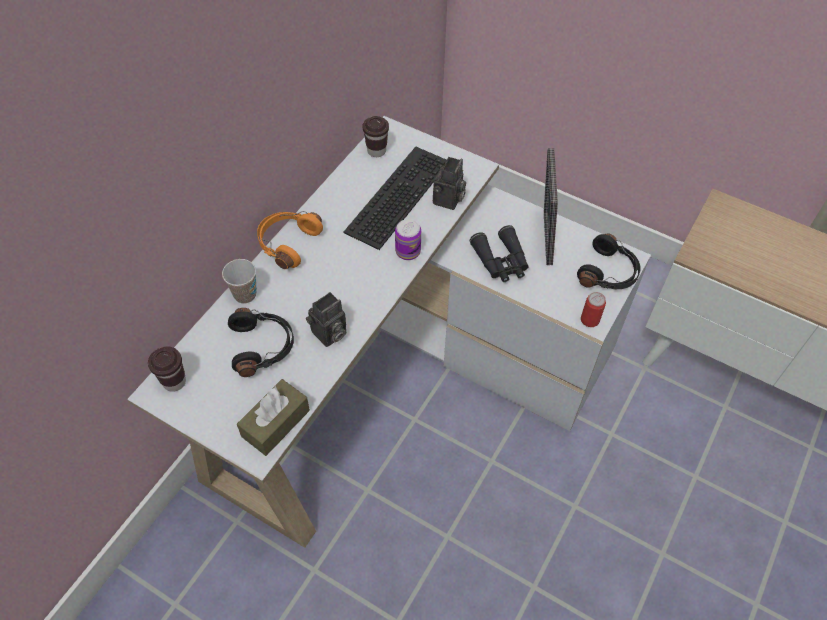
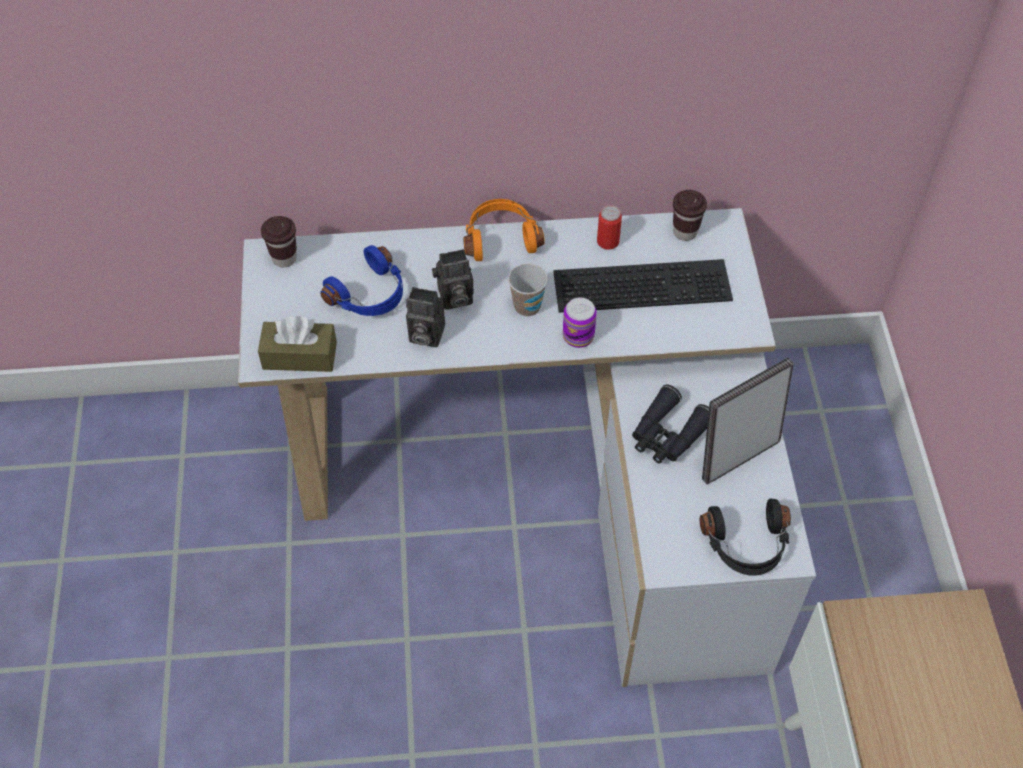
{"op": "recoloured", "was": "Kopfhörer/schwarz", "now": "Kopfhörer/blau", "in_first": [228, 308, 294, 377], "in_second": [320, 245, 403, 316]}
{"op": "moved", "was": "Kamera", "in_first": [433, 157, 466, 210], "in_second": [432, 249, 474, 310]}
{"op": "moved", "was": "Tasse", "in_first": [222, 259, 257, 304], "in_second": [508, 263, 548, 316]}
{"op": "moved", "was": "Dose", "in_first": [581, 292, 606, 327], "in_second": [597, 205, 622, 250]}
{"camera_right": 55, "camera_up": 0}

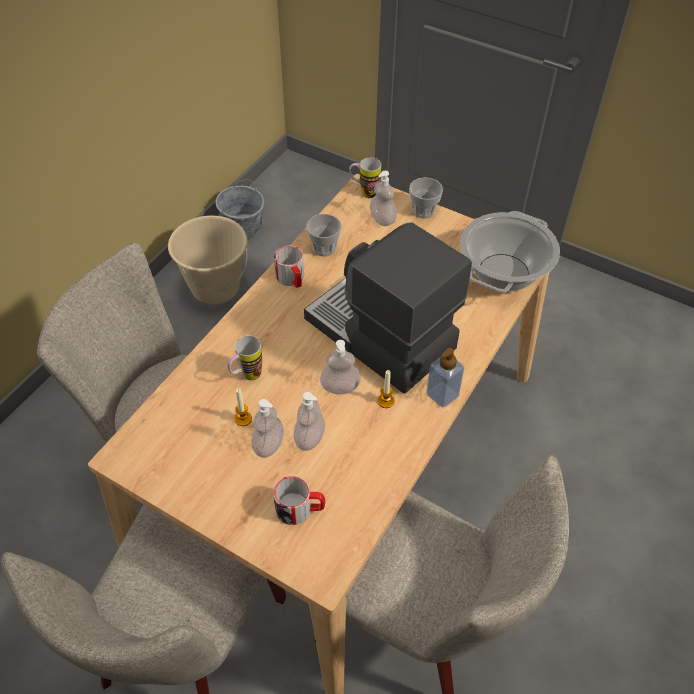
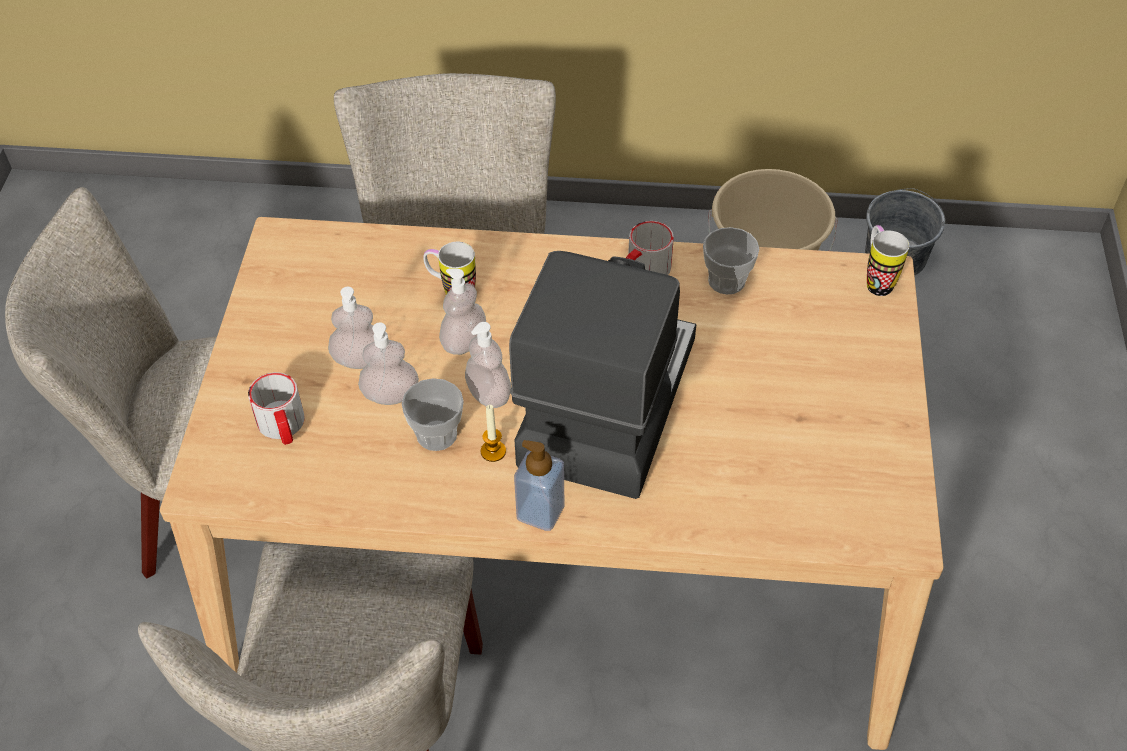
{"op": "moved", "was": "Tasse", "in_first": [409, 177, 443, 219], "in_second": [402, 378, 464, 451]}
{"op": "moved", "was": "Seifenspender", "in_first": [370, 171, 397, 226], "in_second": [439, 268, 486, 355]}
{"op": "removed", "was": "Kerze", "in_first": [235, 388, 252, 426]}
{"op": "removed", "was": "Kochtopf", "in_first": [460, 211, 560, 293]}
{"camera_right": 65, "camera_up": 0}

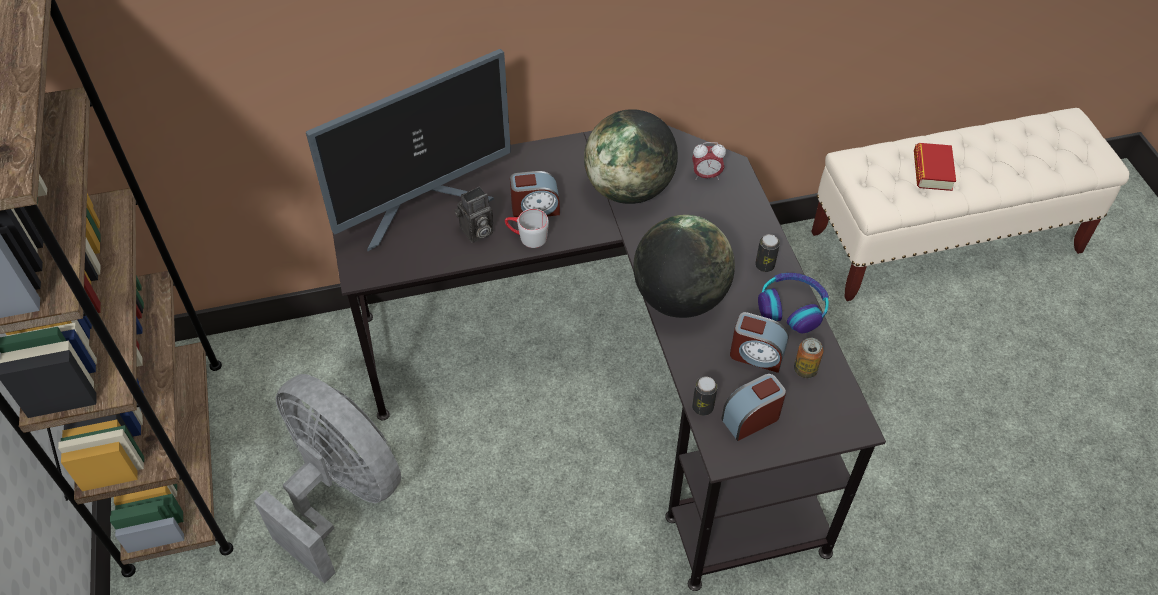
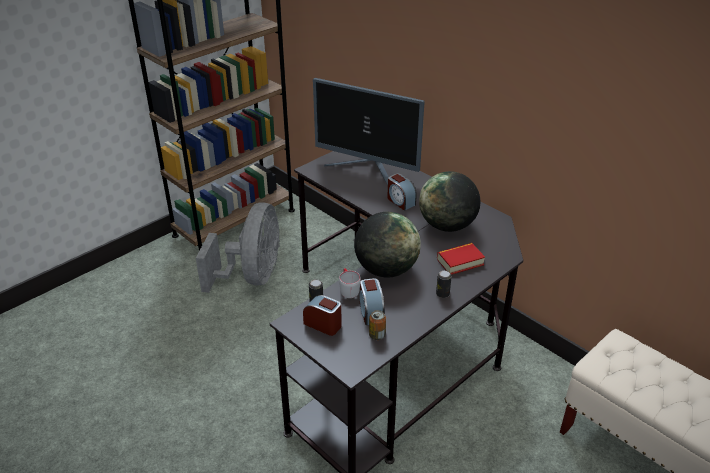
{"op": "moved", "was": "Henkelbecher/grau", "in_first": [505, 209, 549, 248], "in_second": [339, 268, 361, 298]}
{"op": "moved", "was": "Buch", "in_first": [914, 143, 956, 191], "in_second": [437, 243, 485, 275]}
{"op": "removed", "was": "Kamera", "in_first": [454, 187, 493, 243]}
{"op": "removed", "was": "Wecker", "in_first": [692, 142, 726, 180]}
{"op": "removed", "was": "Kopfhörer", "in_first": [758, 273, 829, 333]}
{"camera_right": 60, "camera_up": -15}

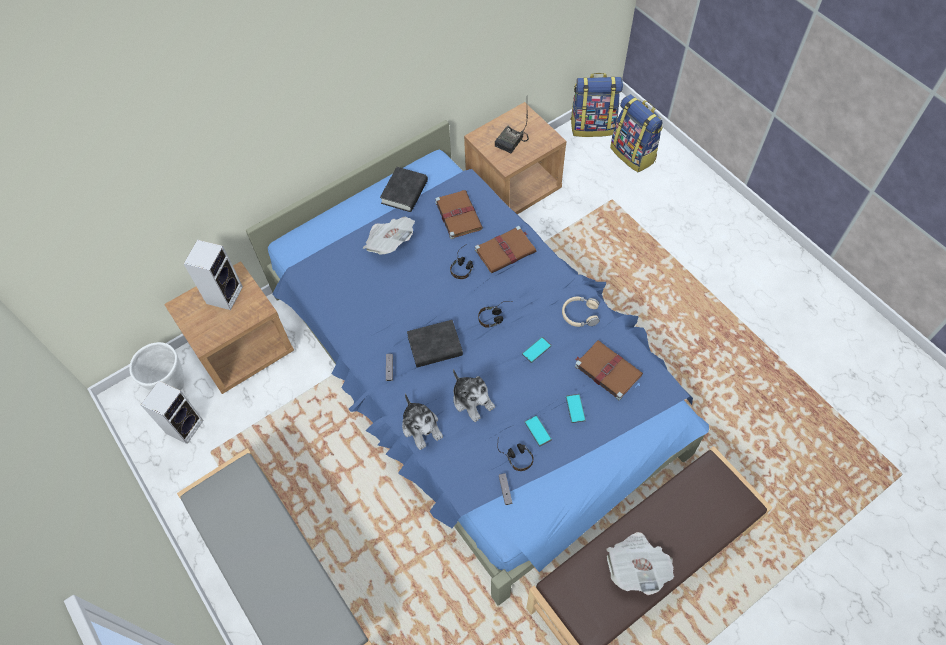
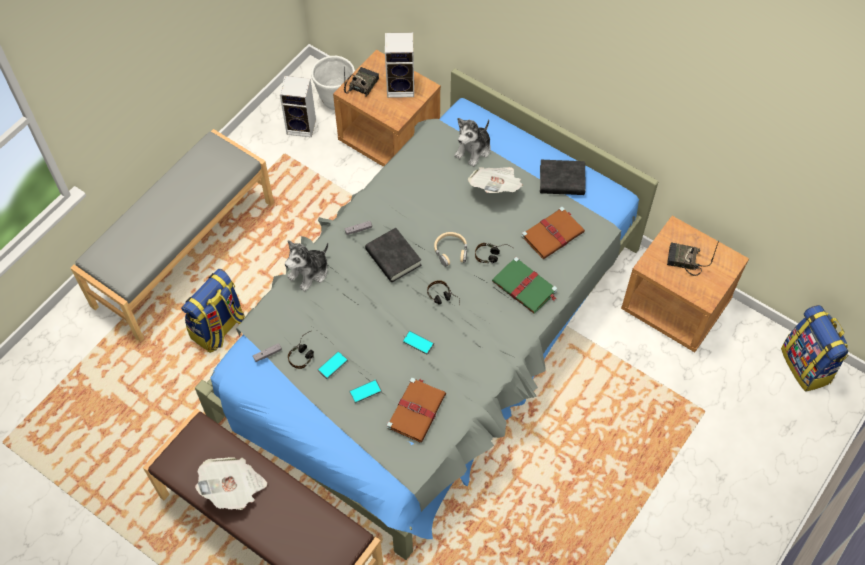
{"op": "moved", "was": "Rucksack", "in_first": [610, 94, 663, 172], "in_second": [181, 269, 245, 353]}
{"op": "recoloured", "was": "Bett/blau", "now": "Bett/grau", "in_first": [246, 120, 709, 605], "in_second": [195, 68, 658, 560]}
{"op": "added", "now": "Radio", "in_second": [344, 67, 379, 97]}
{"op": "moved", "was": "Kopfhörer/beige", "in_first": [562, 297, 600, 327], "in_second": [434, 232, 467, 267]}
{"op": "moved", "was": "Plüschtier", "in_first": [453, 369, 495, 422], "in_second": [454, 118, 491, 167]}
{"op": "recoloured", "was": "Buch/braun", "now": "Buch/grün", "in_first": [475, 226, 536, 273], "in_second": [492, 257, 557, 314]}
{"camera_right": 70, "camera_up": 0}

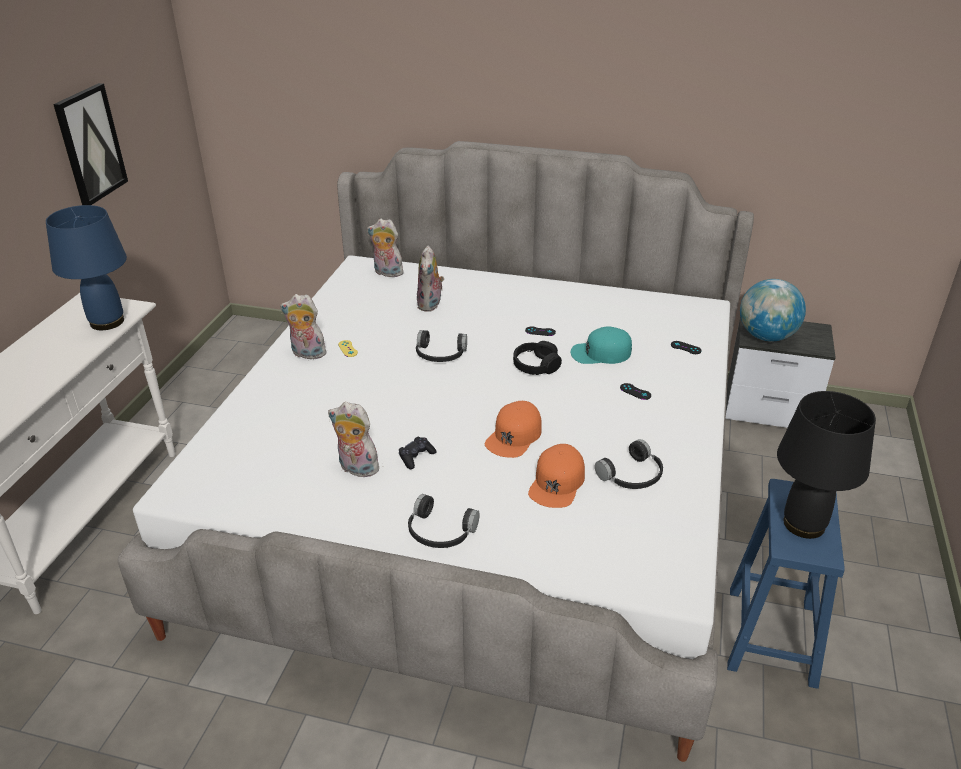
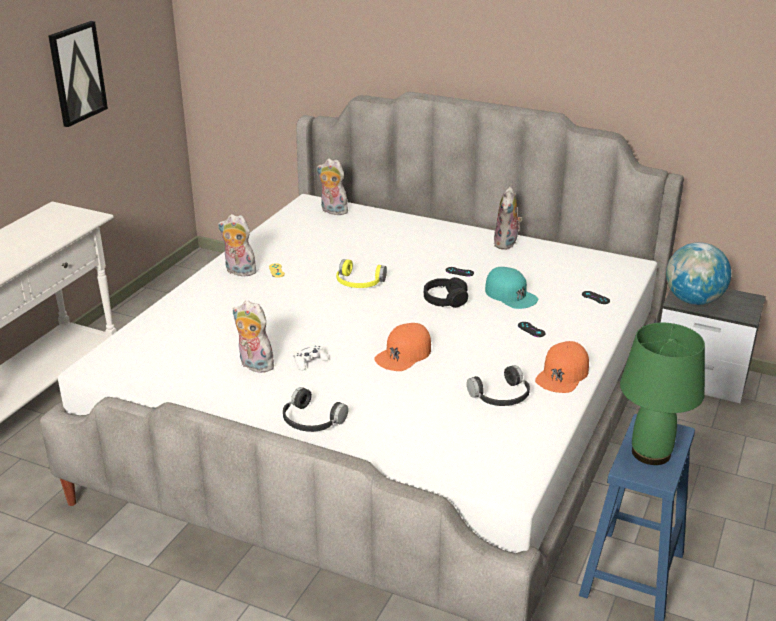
{"op": "recoloured", "was": "Gamepad/schwarz", "now": "Gamepad/weiß", "in_first": [399, 437, 436, 469], "in_second": [294, 344, 329, 371]}
{"op": "recoloured", "was": "Kopfhörer/schwarz", "now": "Kopfhörer/gelb", "in_first": [416, 330, 467, 362], "in_second": [336, 259, 387, 288]}
{"op": "turned", "was": "Kappe/türkis", "in_first": [571, 326, 632, 364], "in_second": [485, 267, 538, 309], "clockwise": -135}
{"op": "moved", "was": "Plüschtier", "in_first": [417, 246, 444, 312], "in_second": [494, 187, 522, 250]}
{"op": "moved", "was": "Kappe/orange", "in_first": [528, 444, 585, 508], "in_second": [535, 341, 589, 393]}
{"op": "recoloured", "was": "Tischlampe/schwarz", "now": "Tischlampe/grün", "in_first": [777, 391, 876, 539], "in_second": [620, 323, 705, 465]}
{"op": "removed", "was": "Tischlampe/blau", "in_first": [46, 205, 127, 330]}
{"camera_right": 10, "camera_up": -5}

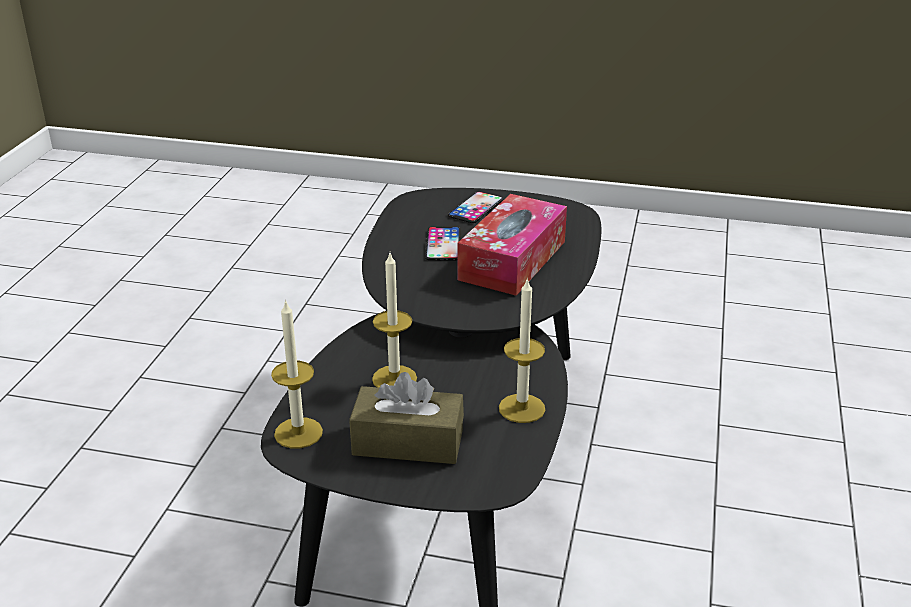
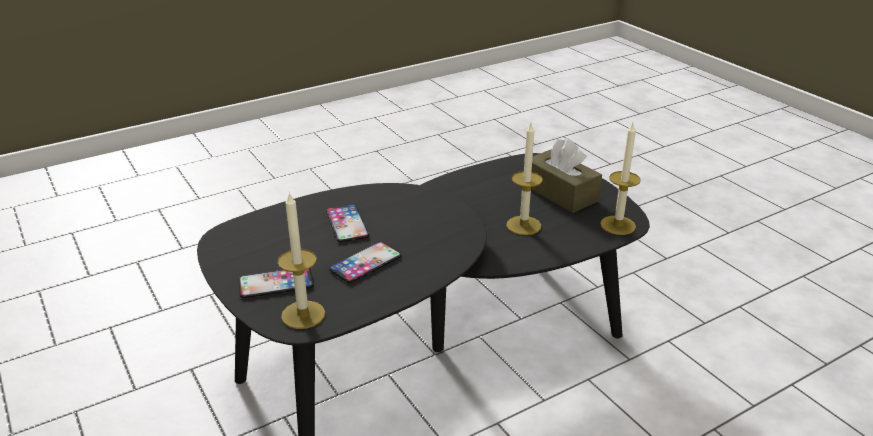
{"op": "moved", "was": "Kerze", "in_first": [499, 277, 545, 423], "in_second": [277, 191, 325, 329]}
{"op": "replaced", "was": "Taschentuchbox", "now": "Handy", "in_first": [457, 194, 567, 296], "in_second": [326, 204, 369, 242]}
{"camera_right": -135, "camera_up": 0}

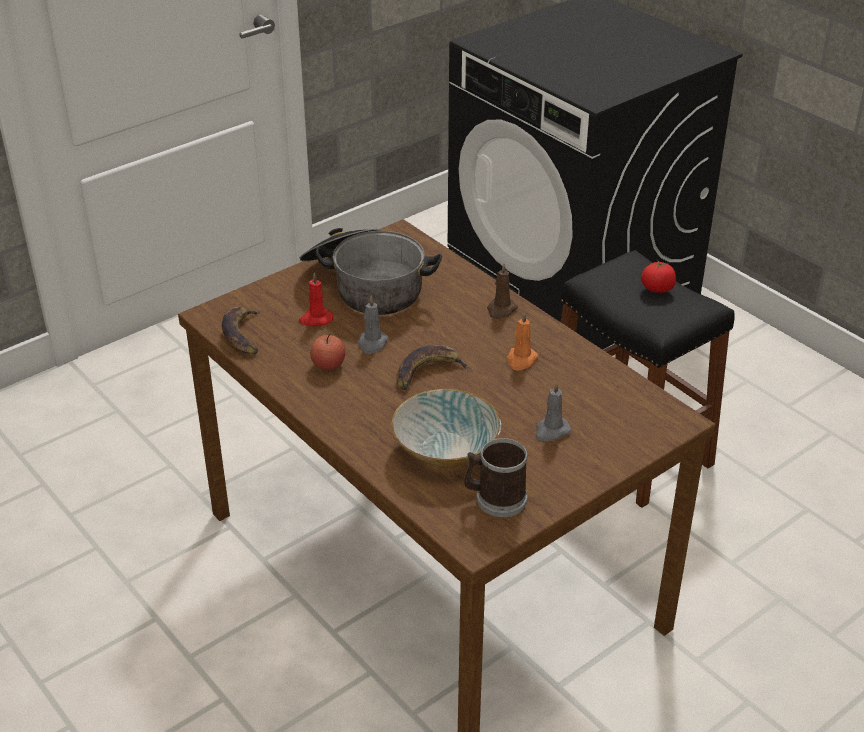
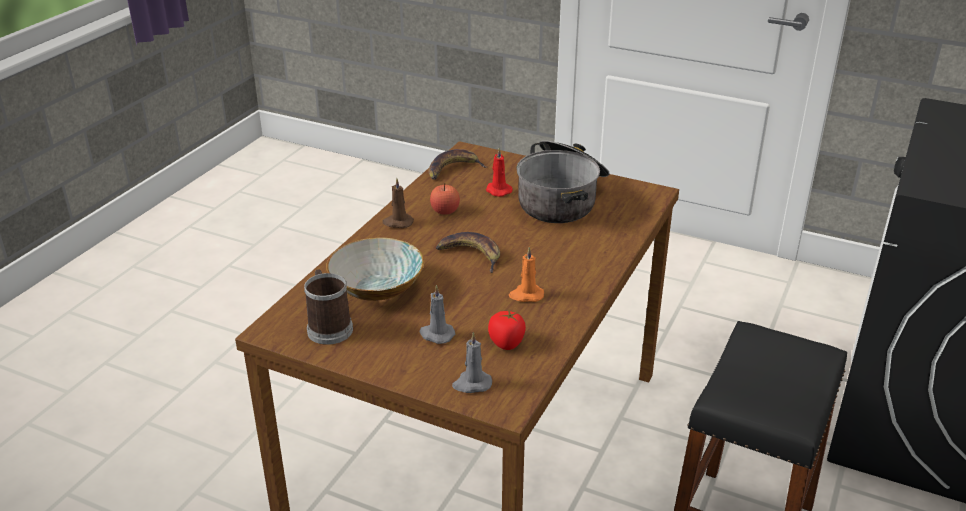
{"op": "moved", "was": "Kerze/braun", "in_first": [487, 263, 518, 319], "in_second": [382, 178, 414, 228]}
{"op": "moved", "was": "Kerze/grau", "in_first": [358, 295, 389, 354], "in_second": [452, 332, 492, 393]}
{"op": "moved", "was": "Tomate", "in_first": [641, 260, 676, 293], "in_second": [488, 311, 526, 350]}
{"camera_right": 65, "camera_up": -5}

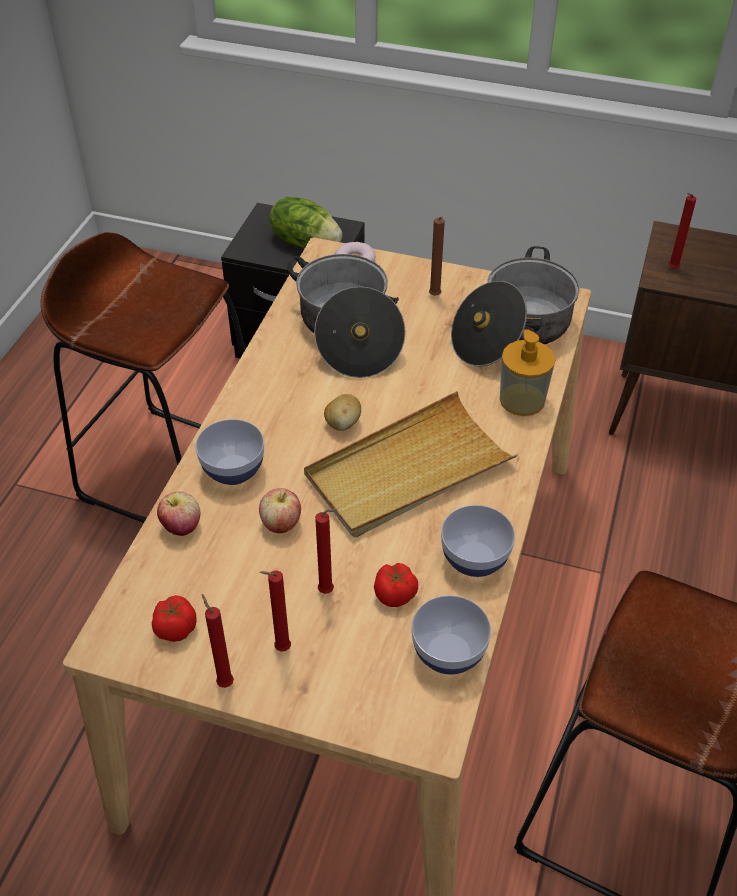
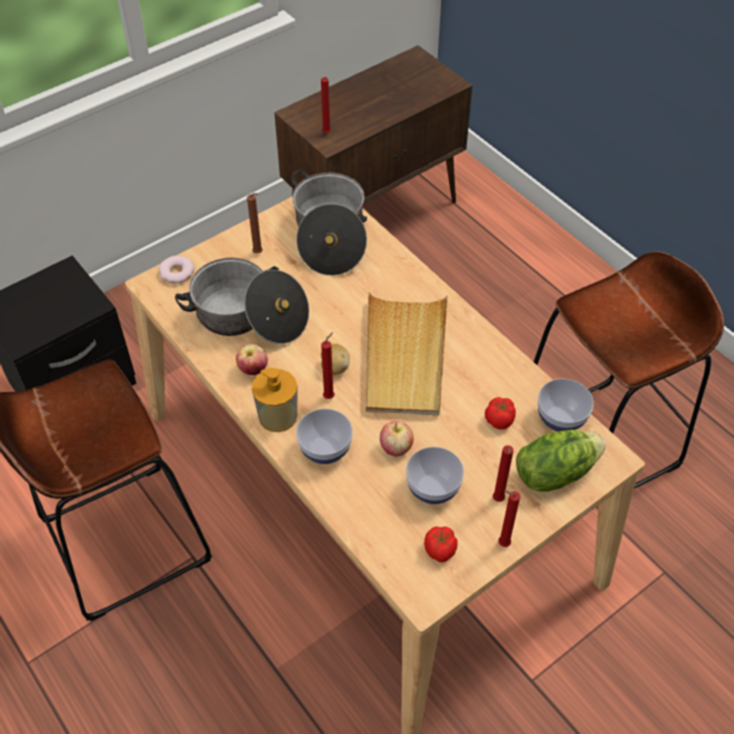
{"op": "moved", "was": "Apfel", "in_first": [157, 492, 200, 536], "in_second": [236, 344, 268, 375]}
{"op": "moved", "was": "Seifenspender", "in_first": [500, 329, 556, 416], "in_second": [252, 368, 297, 432]}
{"op": "moved", "was": "Kerze/rot", "in_first": [315, 509, 337, 594], "in_second": [321, 332, 335, 399]}
{"op": "moved", "was": "Schüssel", "in_first": [441, 505, 515, 577], "in_second": [406, 447, 464, 504]}
{"op": "moved", "was": "Salatkopf", "in_first": [269, 197, 342, 248], "in_second": [516, 430, 606, 492]}
{"camera_right": -55, "camera_up": 5}

